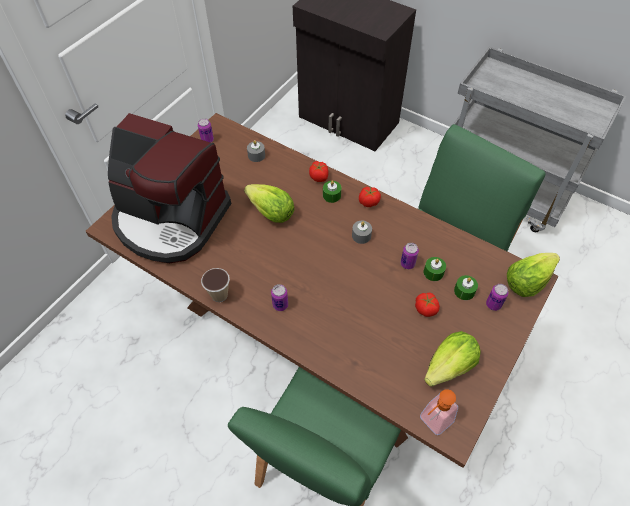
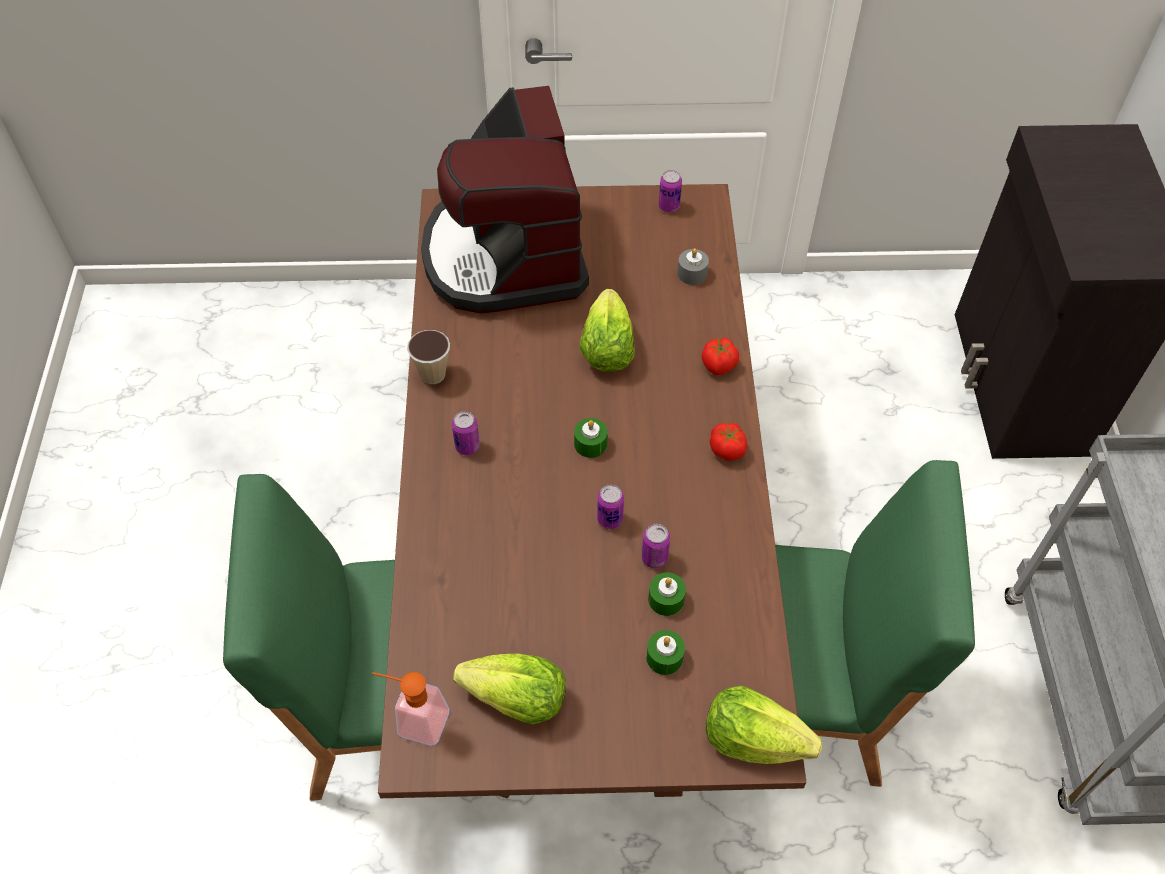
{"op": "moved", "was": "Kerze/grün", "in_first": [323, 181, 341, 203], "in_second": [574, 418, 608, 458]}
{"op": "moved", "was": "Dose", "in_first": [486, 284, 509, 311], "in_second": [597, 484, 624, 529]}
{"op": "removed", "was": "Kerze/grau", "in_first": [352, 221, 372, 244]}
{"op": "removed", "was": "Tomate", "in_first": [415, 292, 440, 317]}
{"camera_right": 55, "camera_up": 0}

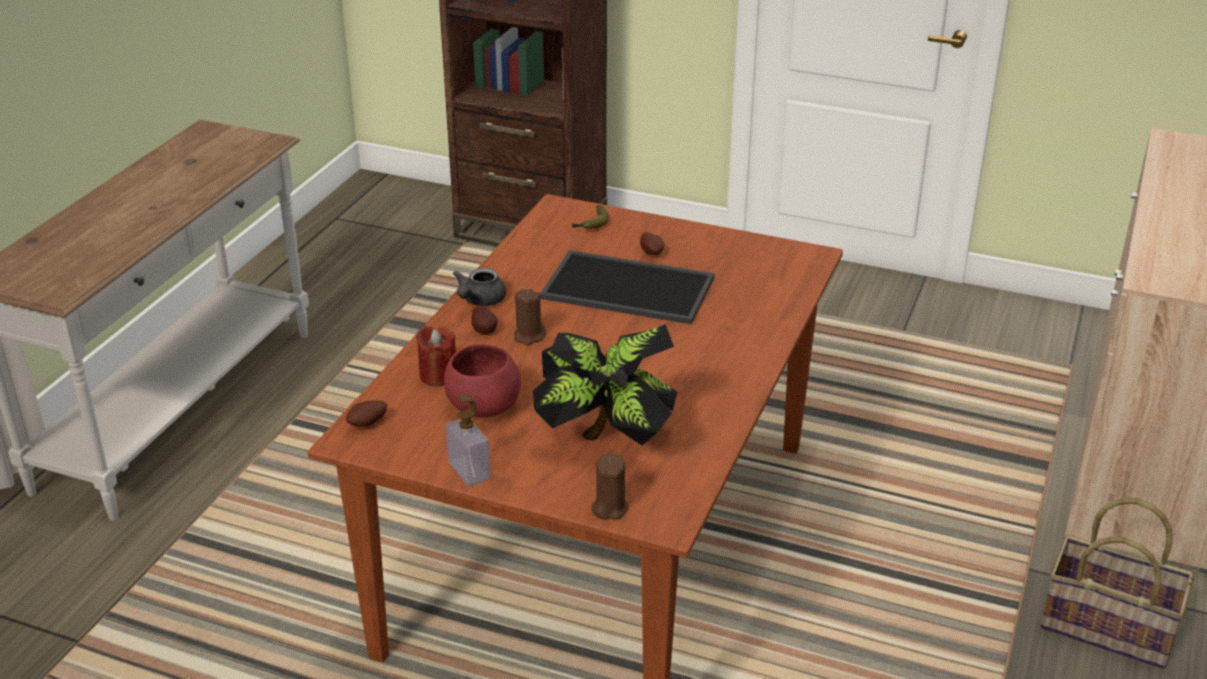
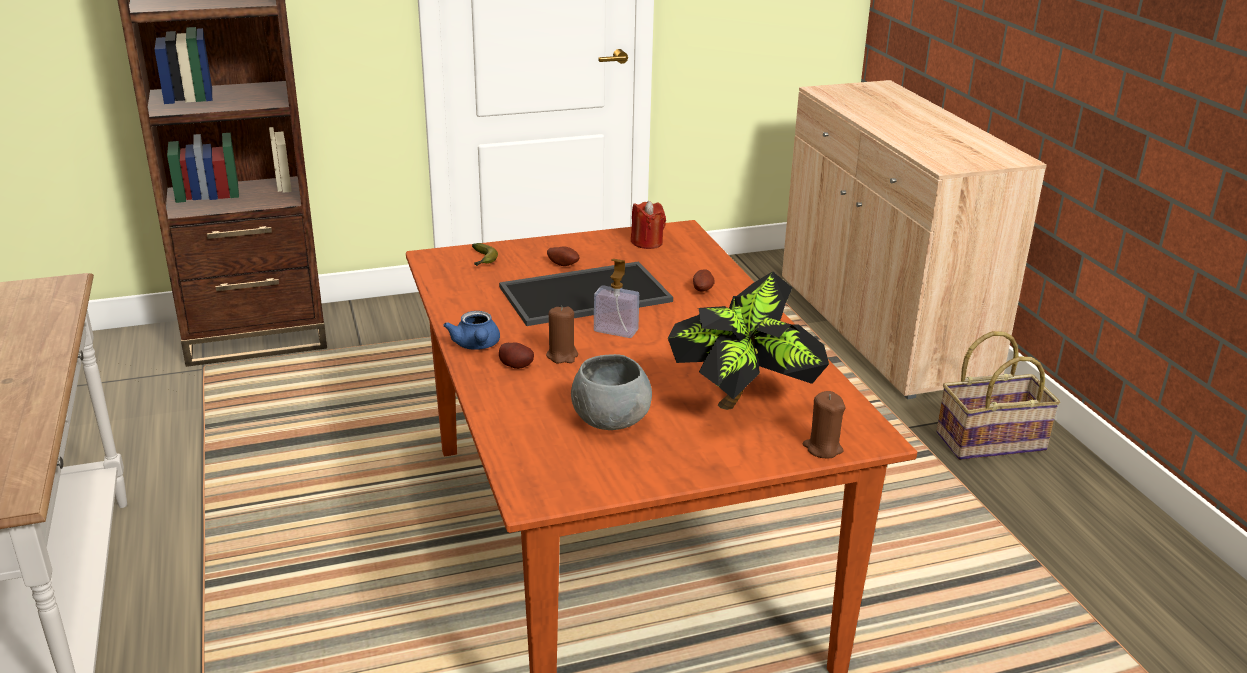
{"op": "recoloured", "was": "Teekanne/grau", "now": "Teekanne/blau", "in_first": [453, 268, 506, 306], "in_second": [443, 311, 500, 350]}
{"op": "recoloured", "was": "Schüssel/rot", "now": "Schüssel/grau", "in_first": [444, 344, 521, 417], "in_second": [571, 354, 652, 430]}
{"op": "moved", "was": "Seifenspender", "in_first": [446, 394, 490, 486], "in_second": [594, 259, 639, 338]}
{"op": "moved", "was": "Kerze/rot", "in_first": [416, 326, 456, 387], "in_second": [631, 201, 666, 249]}
{"op": "moved", "was": "Kartoffel", "in_first": [346, 401, 387, 427], "in_second": [693, 270, 715, 292]}
{"camera_right": -40, "camera_up": -5}

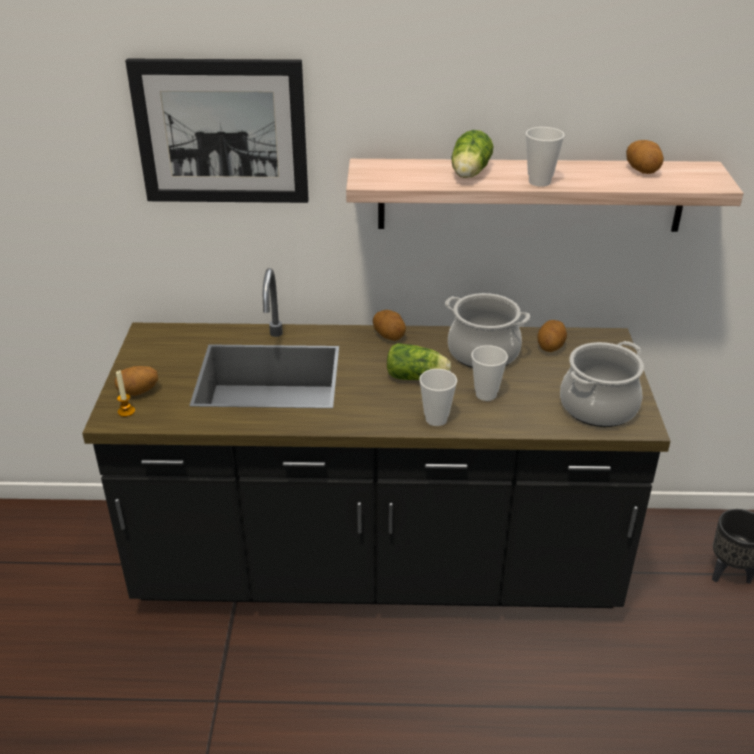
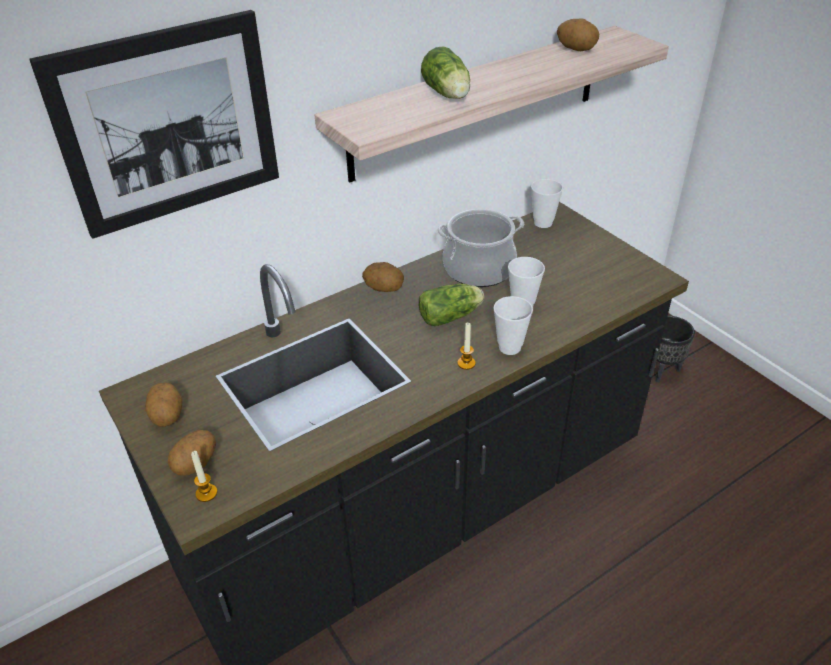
{"op": "moved", "was": "Kartoffel", "in_first": [538, 320, 567, 352], "in_second": [145, 383, 183, 427]}
{"op": "added", "now": "Kerze", "in_second": [457, 322, 476, 370]}
{"op": "moved", "was": "Tasse", "in_first": [526, 127, 565, 187], "in_second": [531, 179, 563, 228]}
{"op": "removed", "was": "Kochtopf", "in_first": [560, 341, 644, 427]}
{"camera_right": -35, "camera_up": 5}

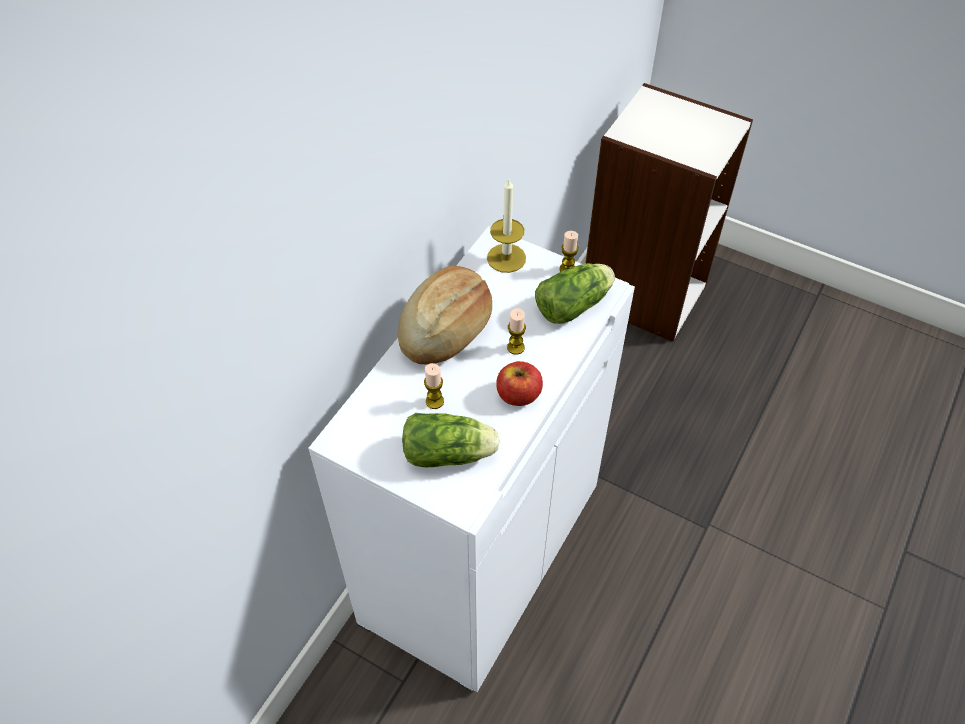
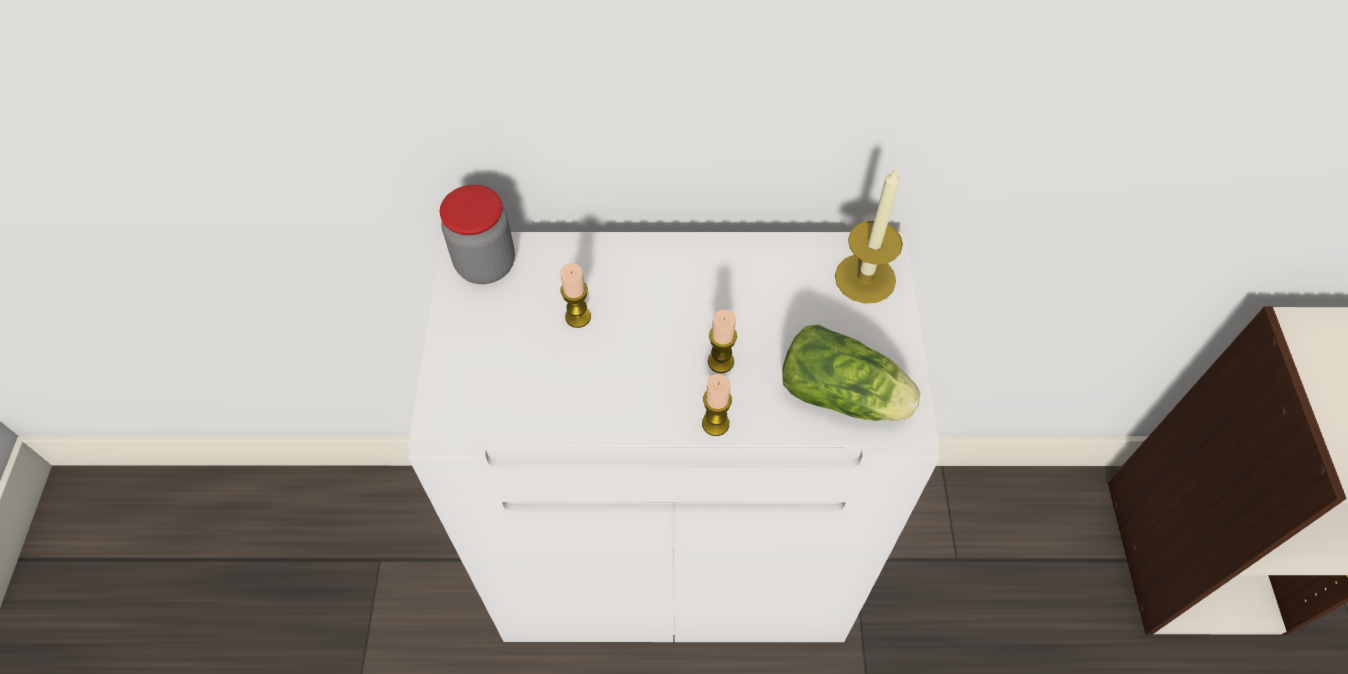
{"op": "added", "now": "Vorratsglas", "in_second": [440, 185, 515, 284]}
{"op": "moved", "was": "Kerze", "in_first": [560, 231, 579, 272], "in_second": [702, 374, 732, 436]}
{"op": "removed", "was": "Brot", "in_first": [398, 266, 492, 364]}
{"op": "removed", "was": "Salatkopf", "in_first": [402, 413, 500, 467]}
{"op": "removed", "was": "Apfel", "in_first": [496, 361, 543, 406]}
{"camera_right": 60, "camera_up": 5}

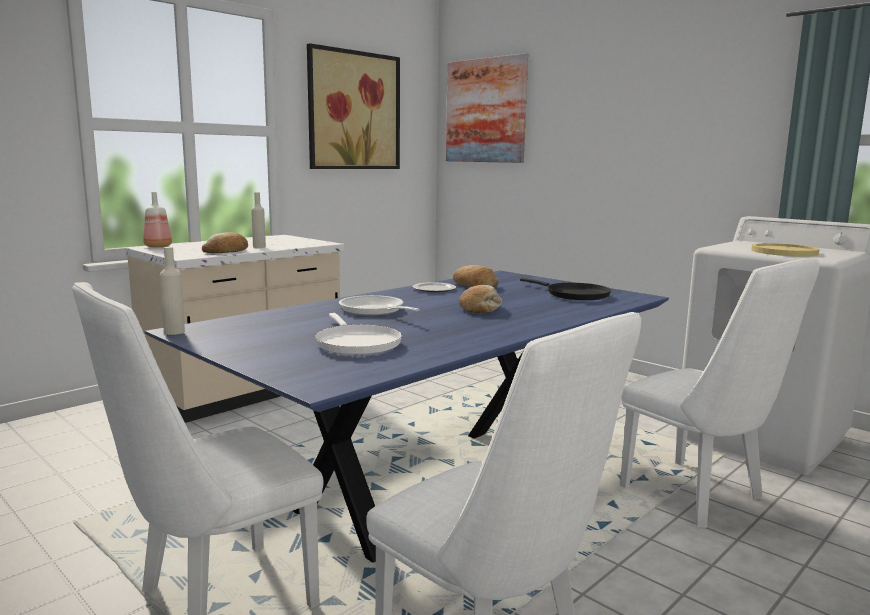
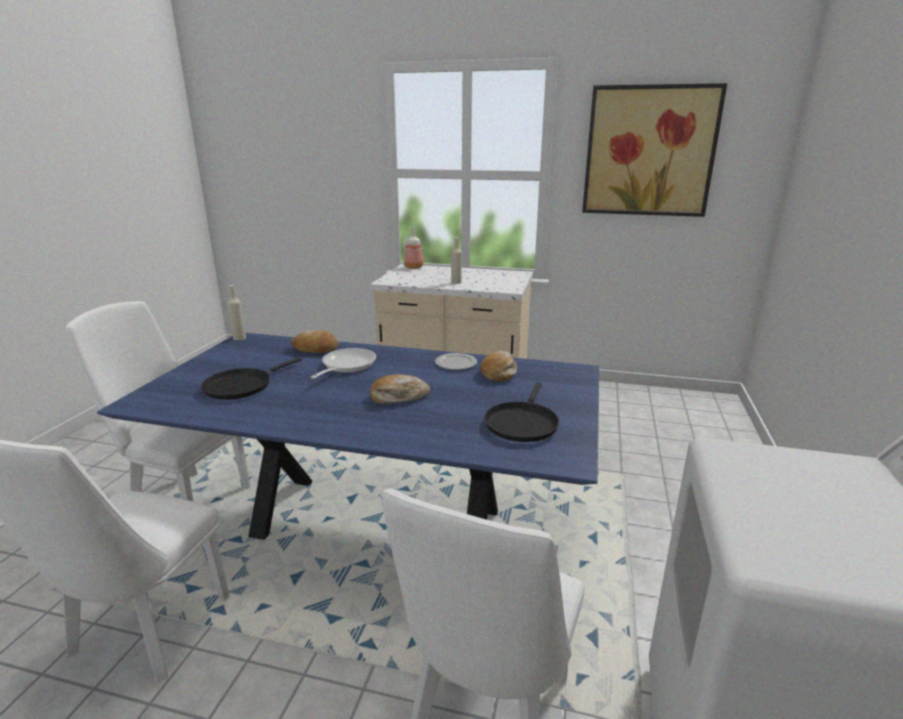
{"op": "recoloured", "was": "Pfanne/weiß", "now": "Pfanne/schwarz", "in_first": [315, 313, 402, 355], "in_second": [201, 357, 302, 400]}
{"op": "moved", "was": "Brot", "in_first": [202, 232, 248, 253], "in_second": [291, 330, 339, 353]}
{"op": "removed", "was": "Bild", "in_first": [446, 53, 528, 163]}
{"op": "removed", "was": "Teller/gelb", "in_first": [751, 243, 820, 257]}
{"camera_right": 60, "camera_up": 10}

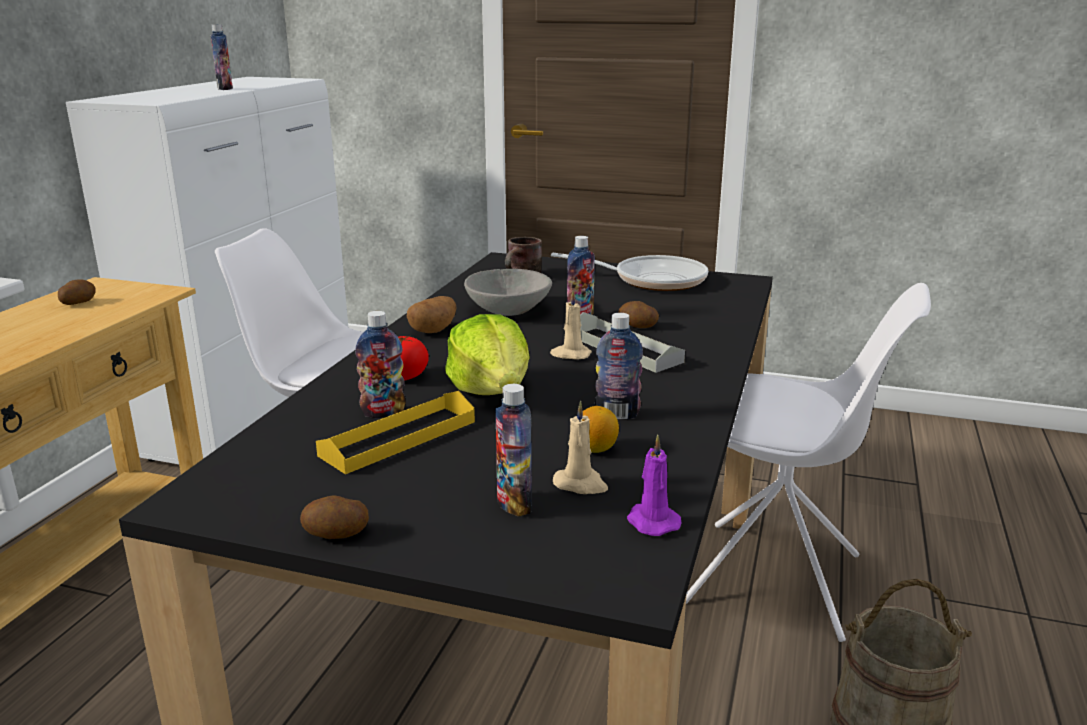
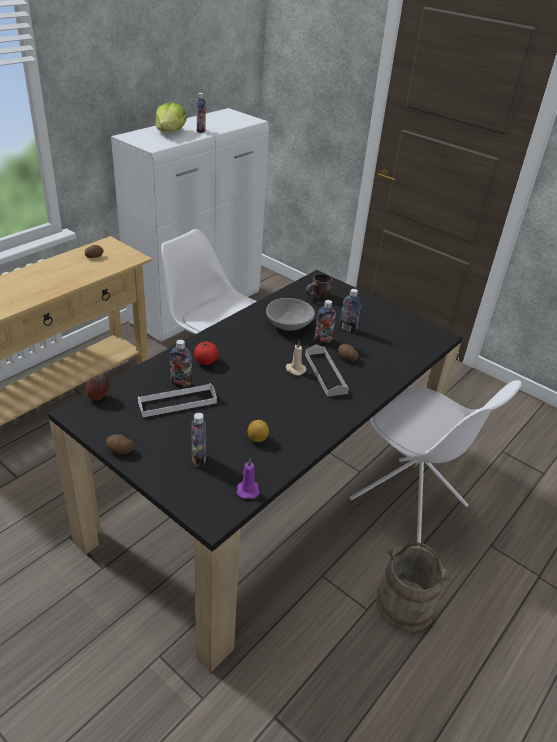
{"op": "added", "now": "Apfel", "in_second": [86, 375, 110, 400]}
{"op": "recoloured", "was": "Tablett/gelb", "now": "Tablett/weiß", "in_first": [316, 391, 475, 474], "in_second": [138, 383, 217, 417]}
{"op": "moved", "was": "Salatkopf", "in_first": [445, 314, 530, 395], "in_second": [155, 102, 187, 132]}
{"op": "moved", "was": "Flasche", "in_first": [595, 313, 643, 420], "in_second": [340, 289, 361, 332]}
{"op": "removed", "was": "Kartoffel", "in_first": [407, 296, 457, 333]}
{"op": "removed", "was": "Pfanne", "in_first": [551, 253, 708, 291]}
{"op": "removed", "was": "Kerze/beige", "in_first": [553, 401, 608, 494]}
{"camera_right": 20, "camera_up": 15}

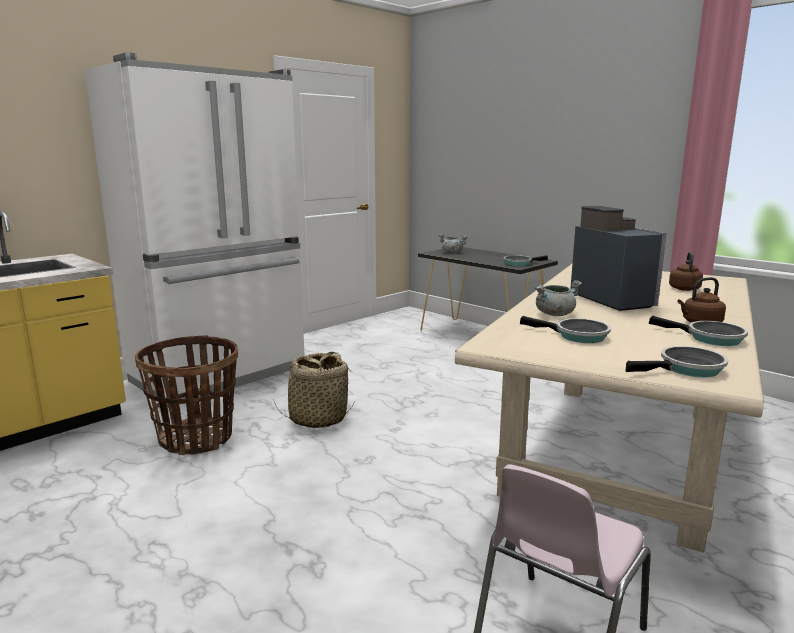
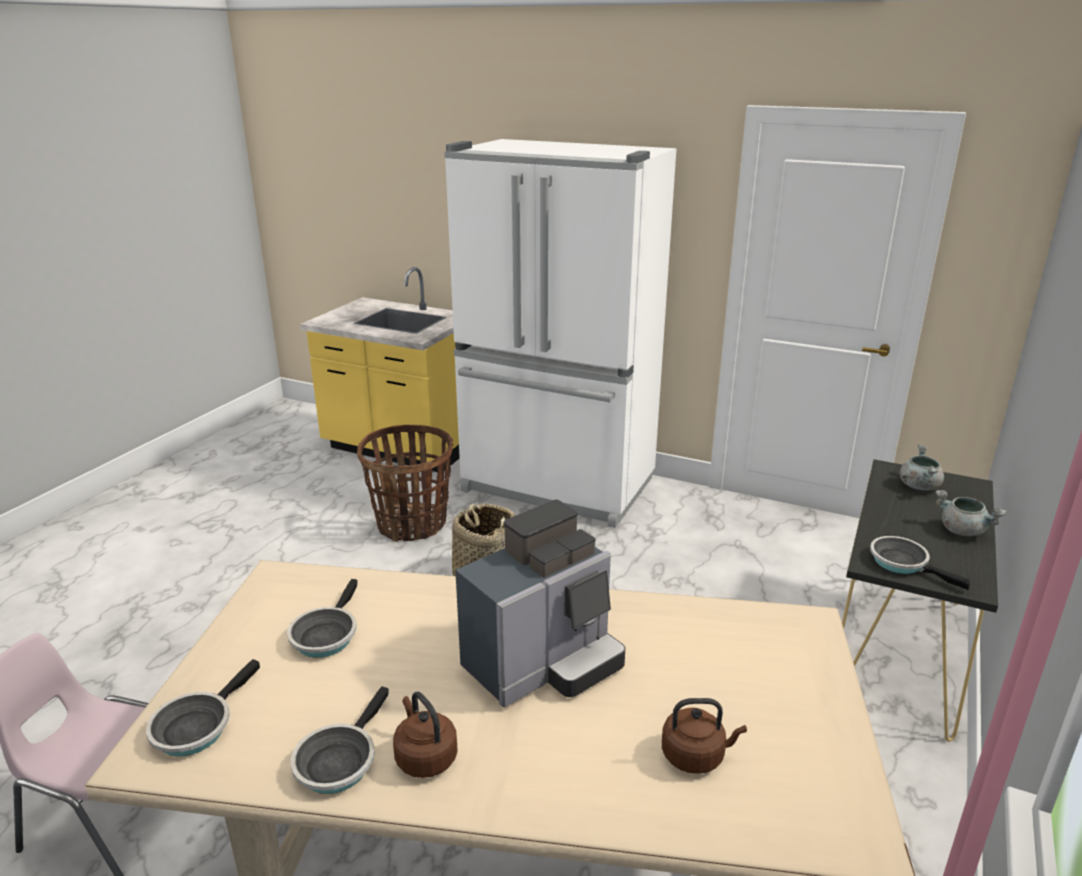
{"op": "turned", "was": "Pfanne", "in_first": [625, 346, 728, 377], "in_second": [146, 659, 260, 756], "clockwise": 60}
{"op": "moved", "was": "Kochtopf/grau", "in_first": [535, 280, 582, 316], "in_second": [935, 490, 1006, 536]}
{"camera_right": 70, "camera_up": 10}

